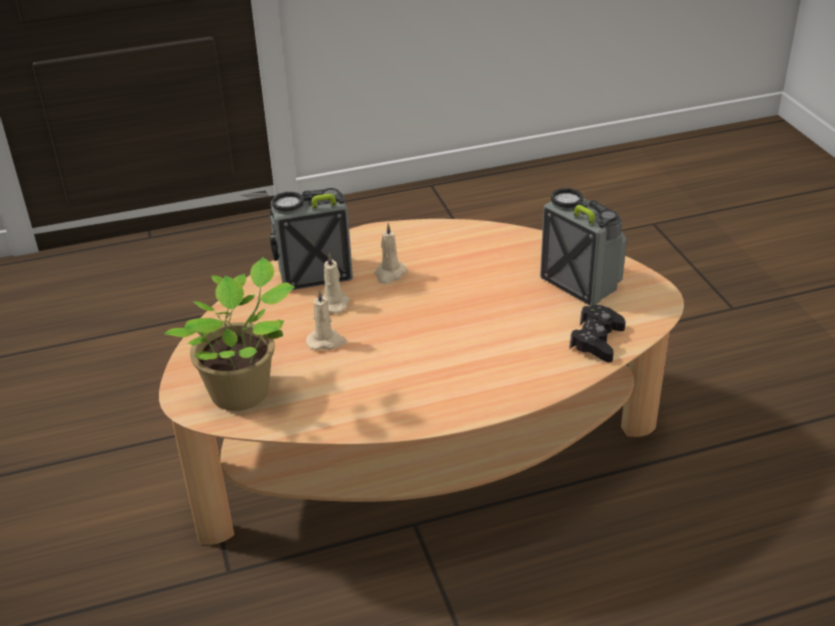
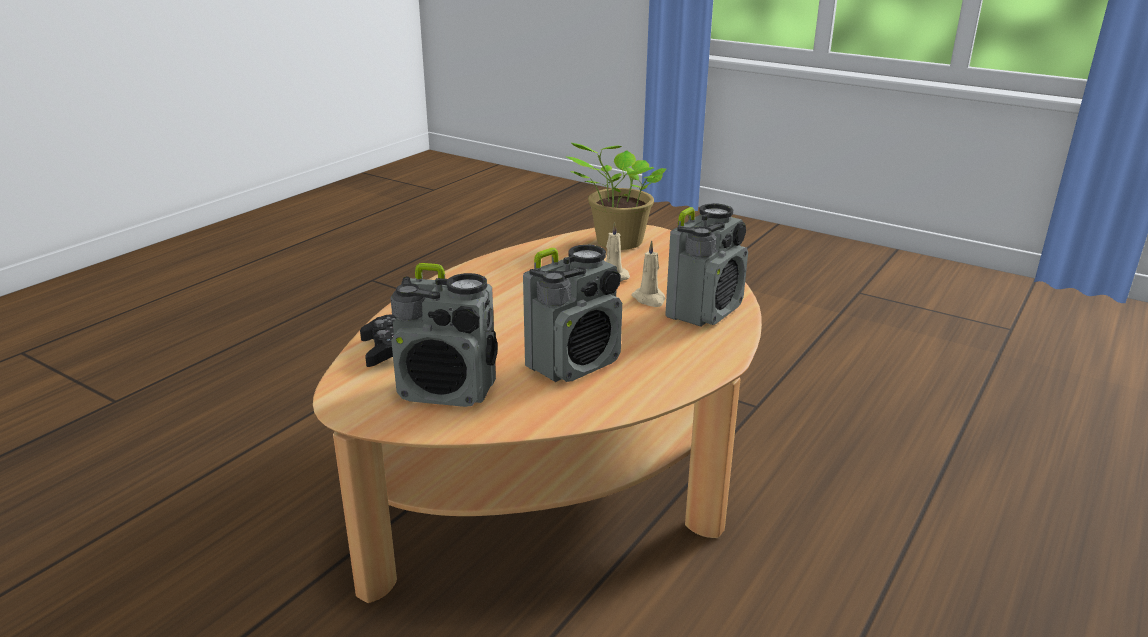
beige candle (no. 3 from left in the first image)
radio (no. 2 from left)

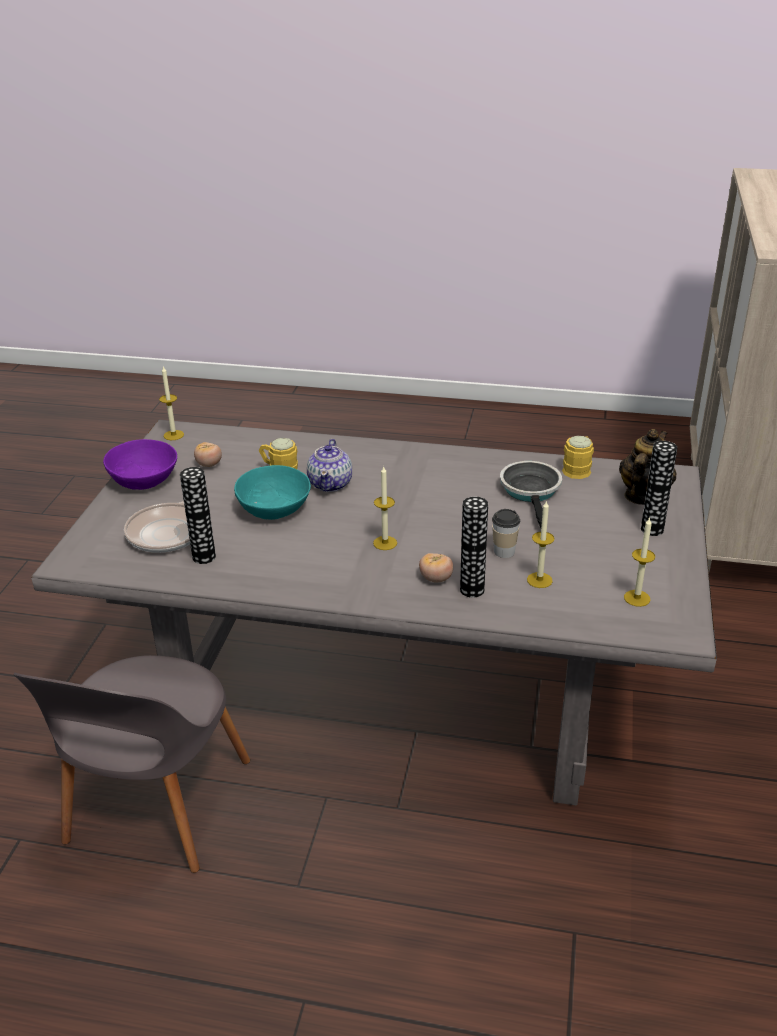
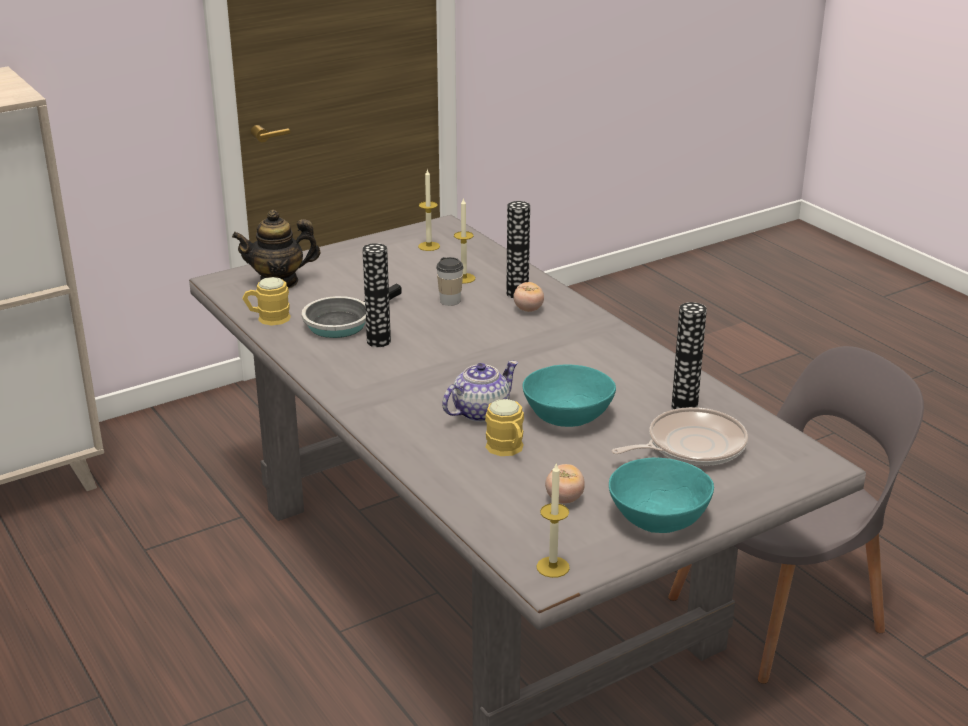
candle (no. 2 from left in the first image)
vase (no. 1 from left)
turquoise bowl (no. 2 from left)

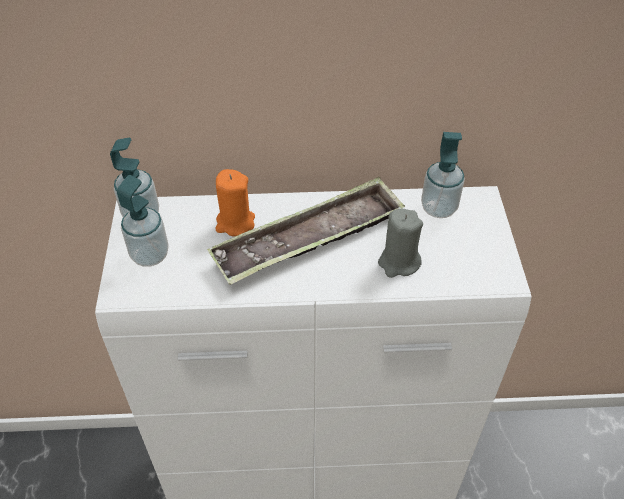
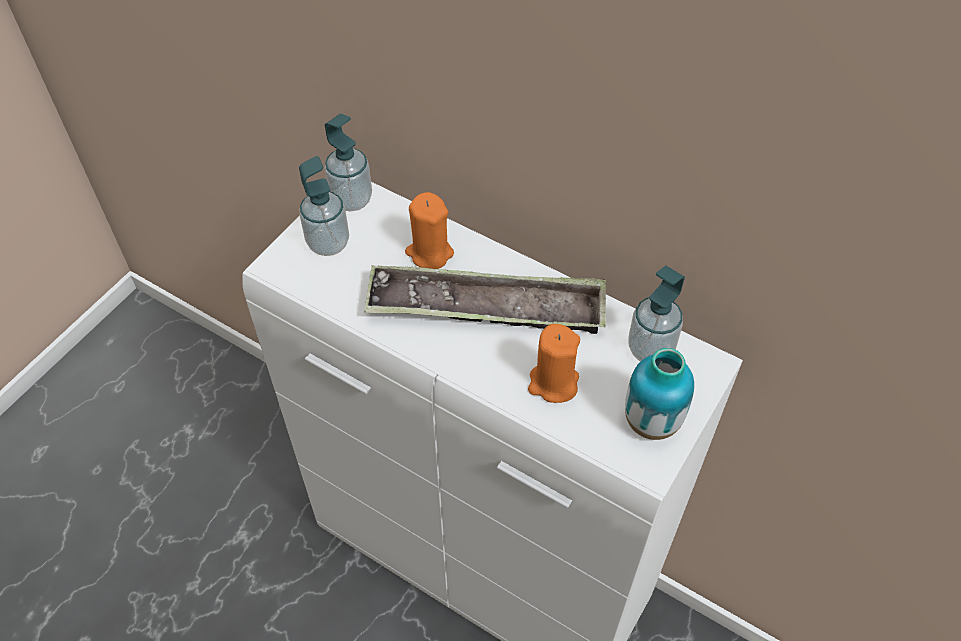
vase
orange candle (no. 2 from left)

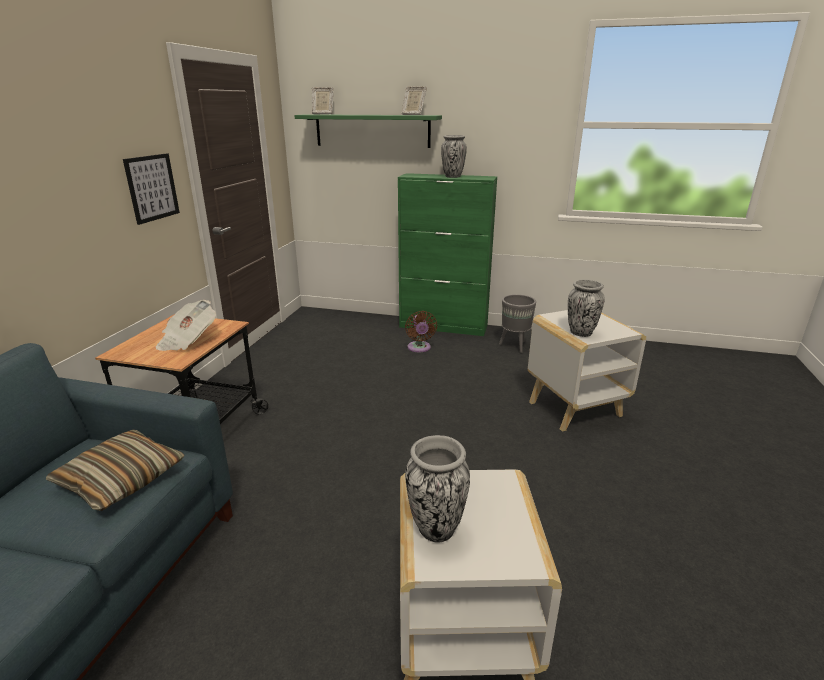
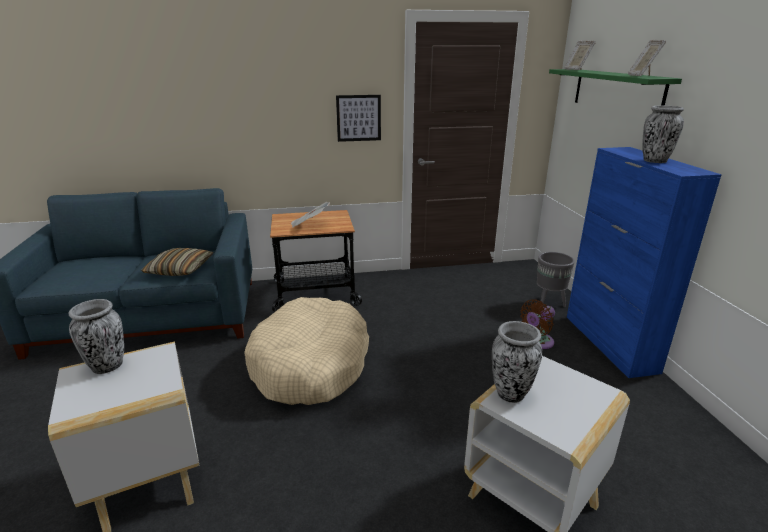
beige dog bed
grey planter
blue cabinet

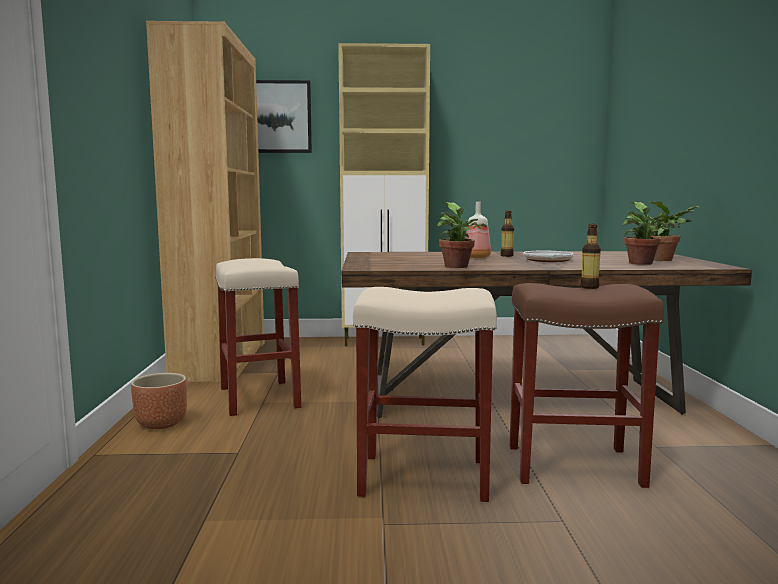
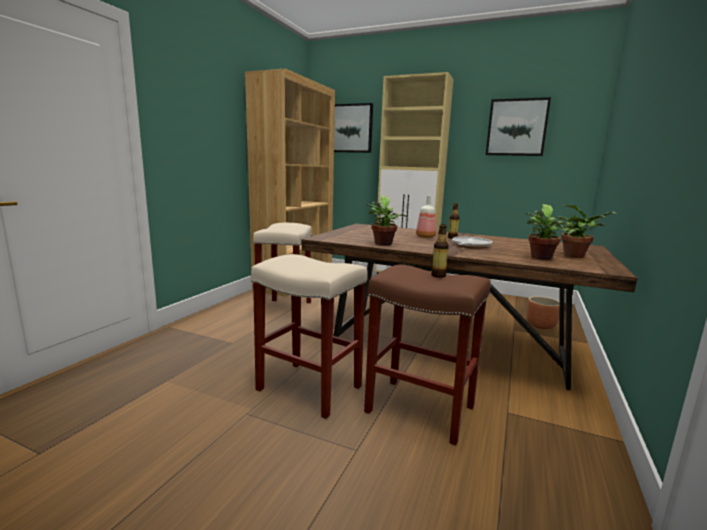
picture (no. 2 from left)
brown planter

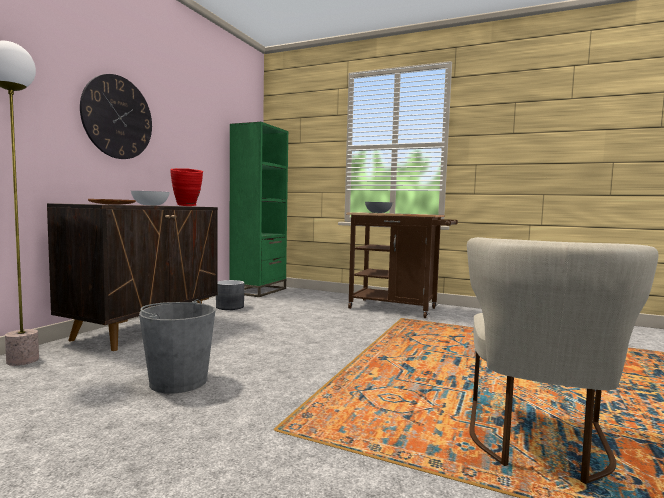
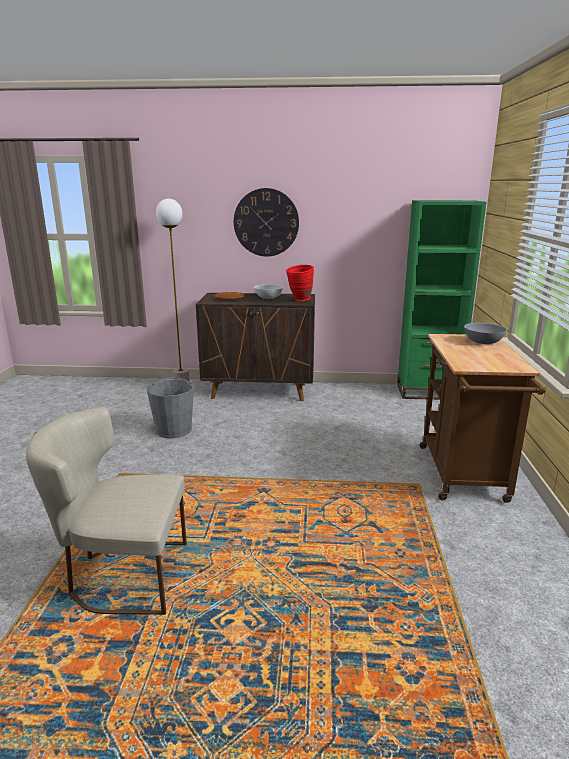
grey planter

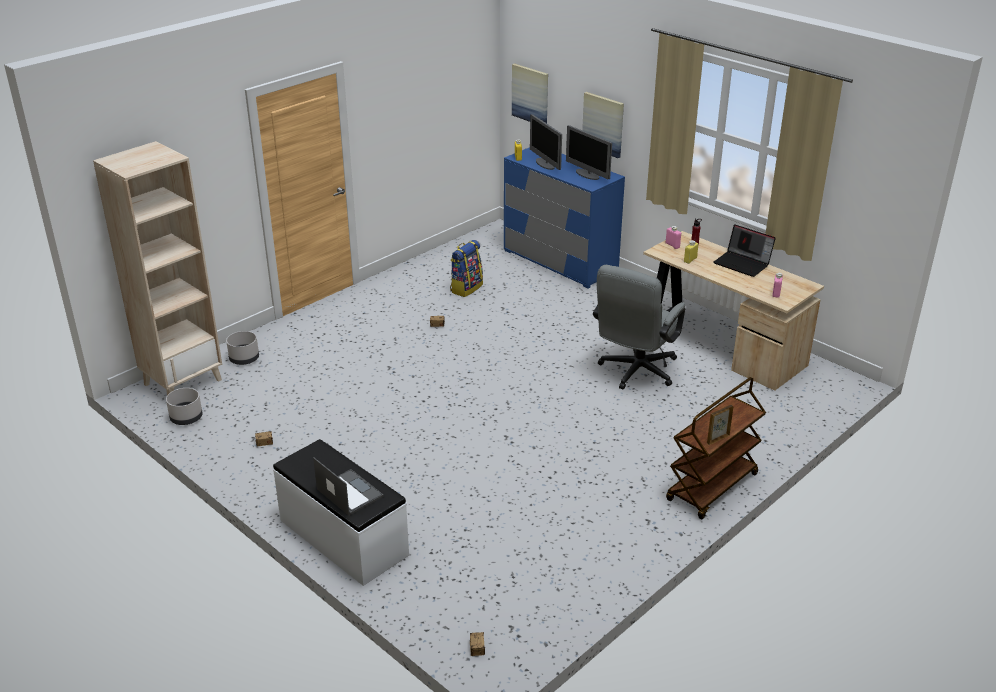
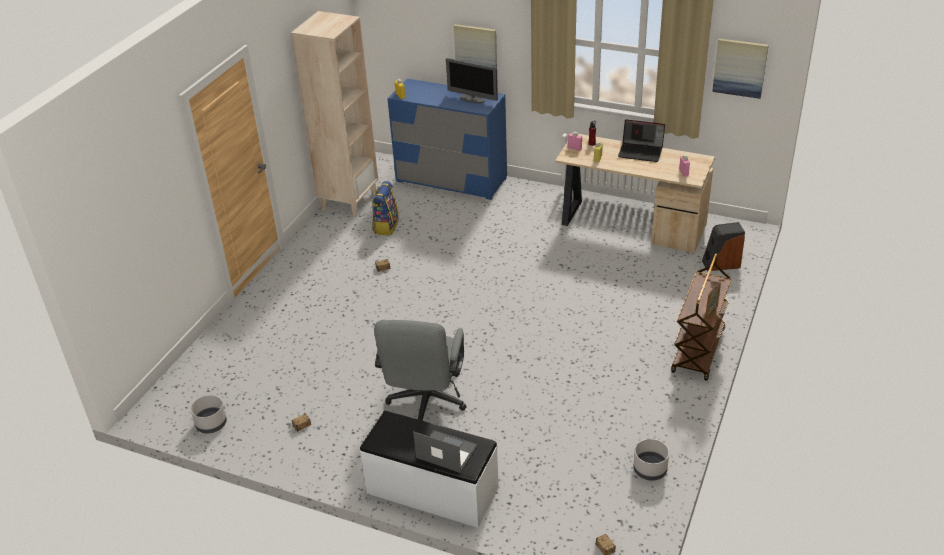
monitor (no. 1 from left in the first image)
speaker
beige bookcase
grey planter (no. 2 from left)
picture (no. 2 from left)
grey office chair

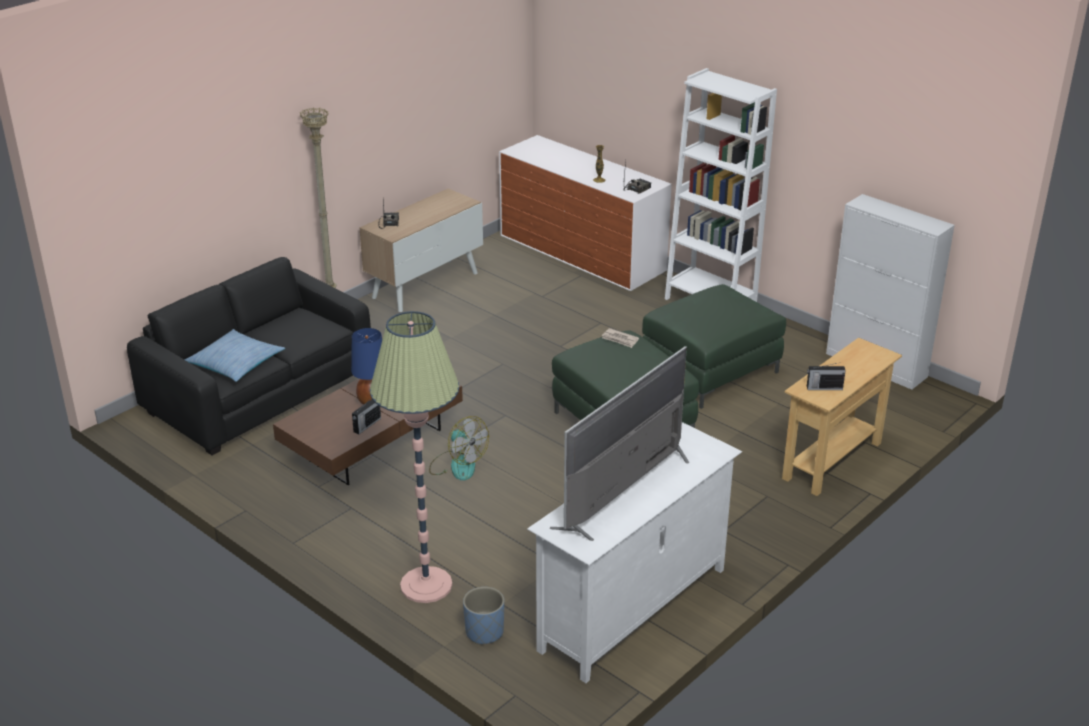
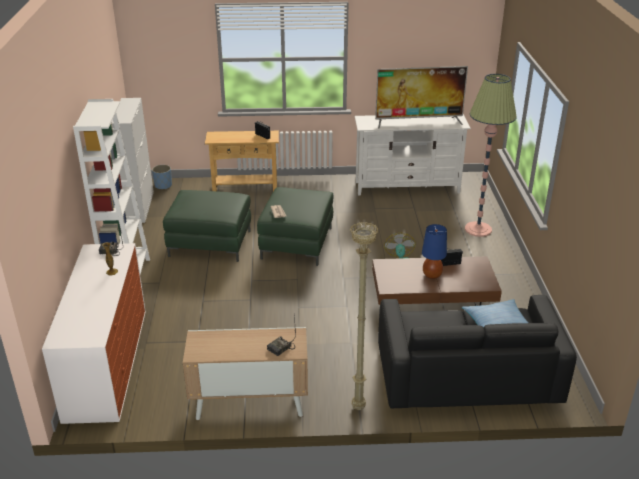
blue planter

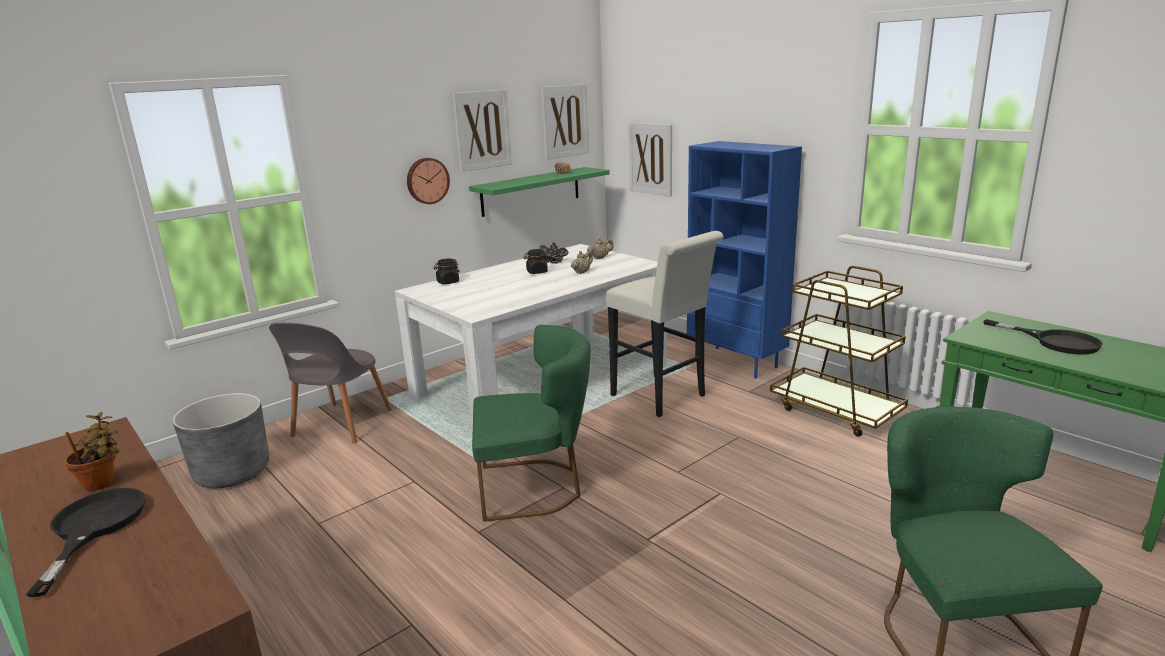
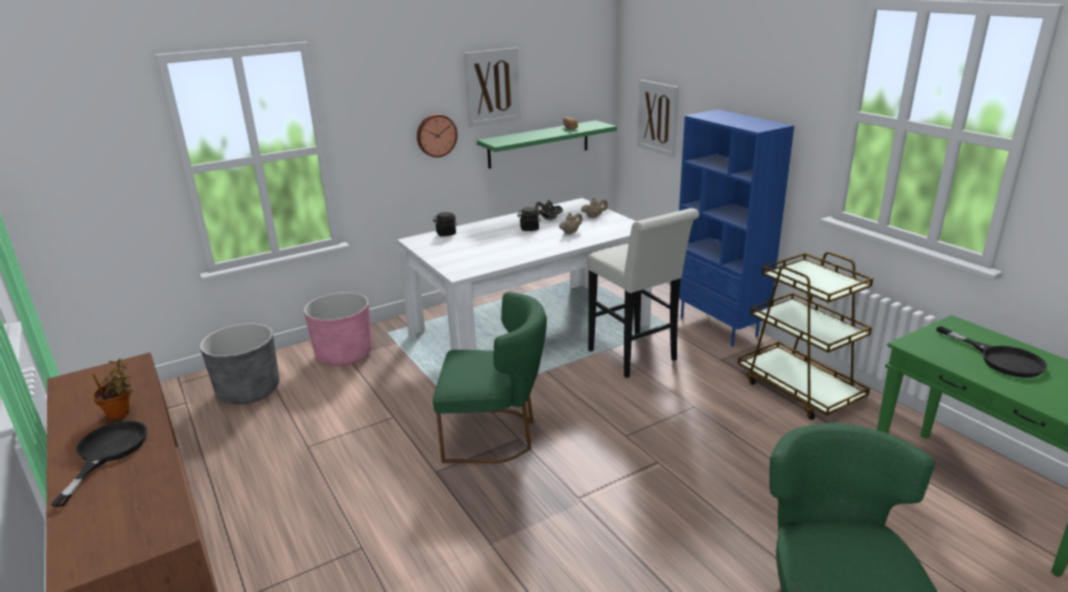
picture (no. 2 from left in the first image)
pink planter

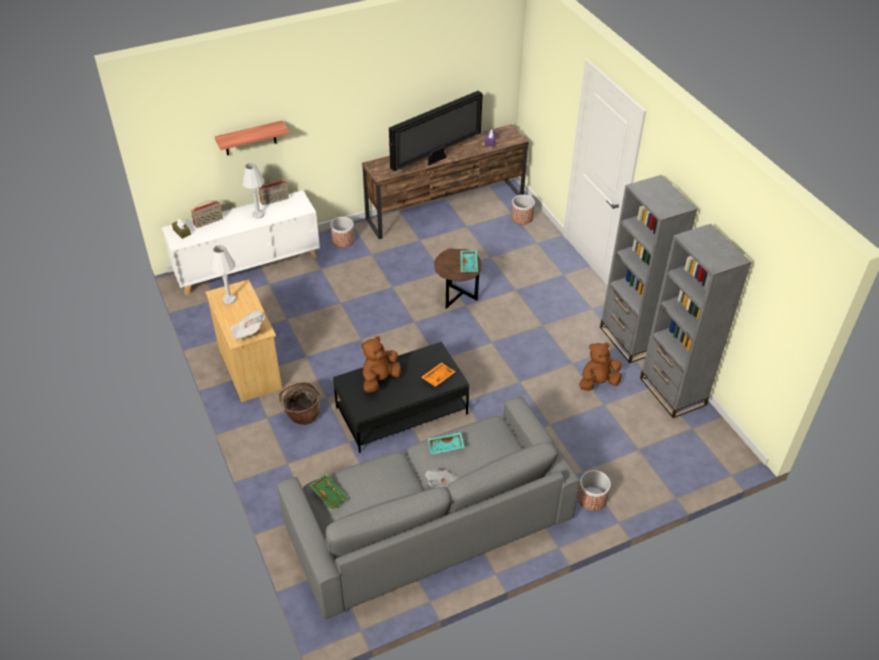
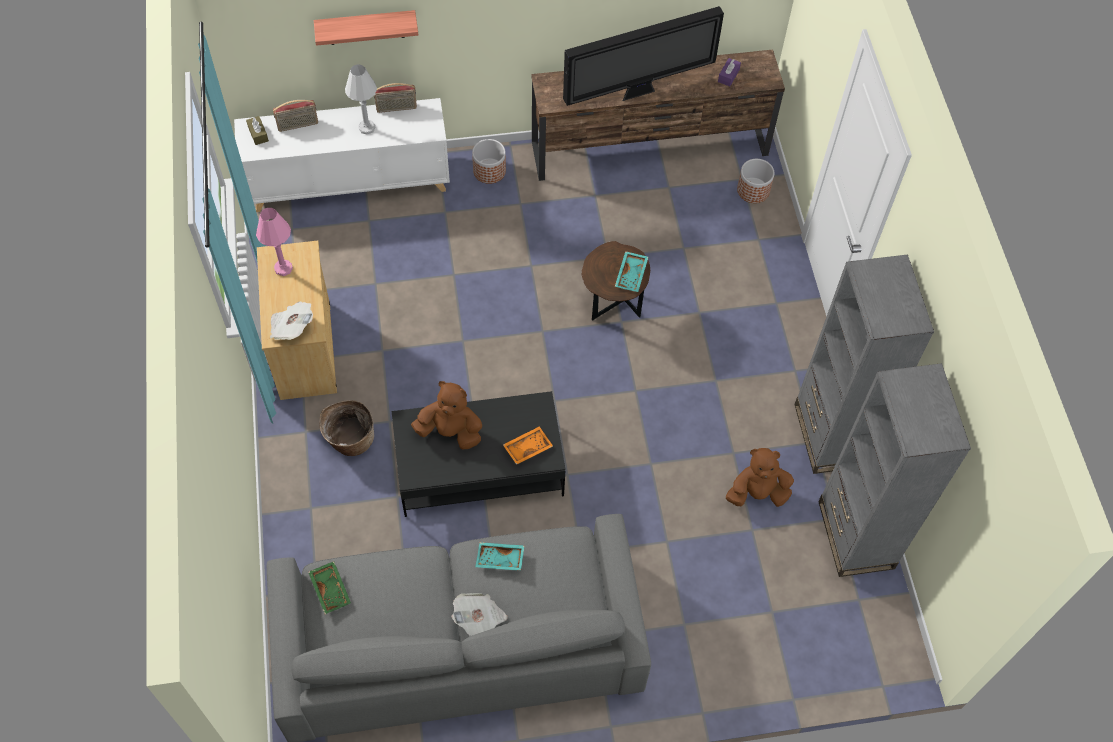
planter (no. 3 from left in the first image)
pink table lamp
brown plush toy (no. 1 from left)

